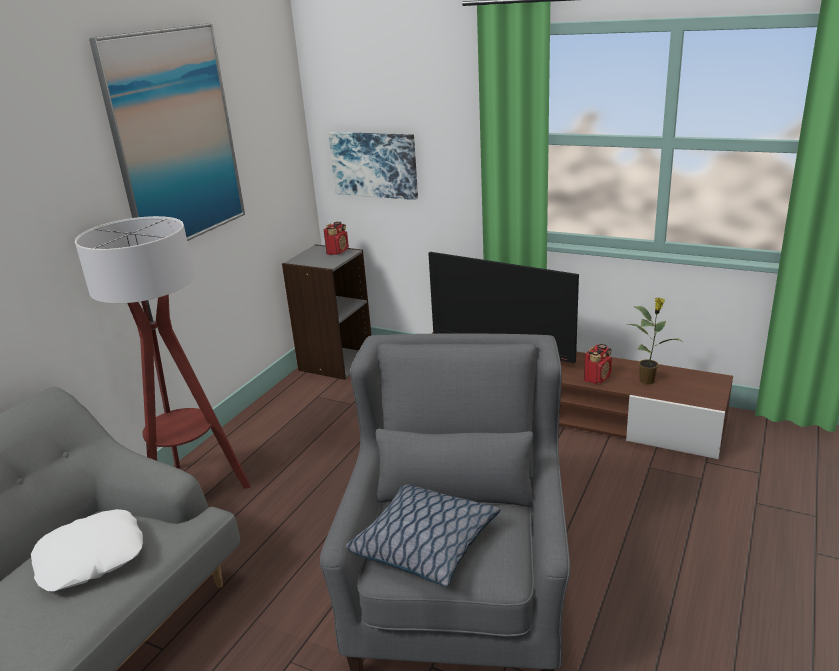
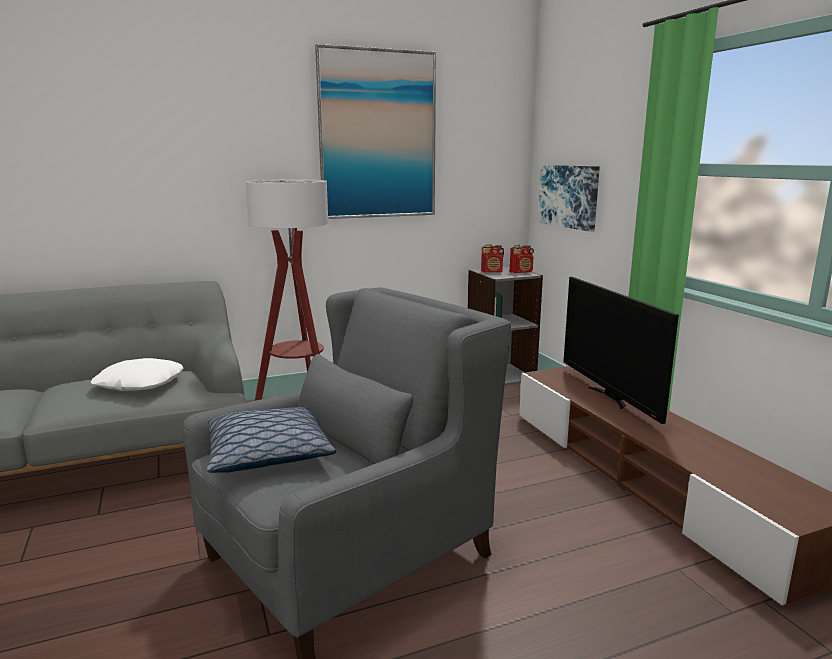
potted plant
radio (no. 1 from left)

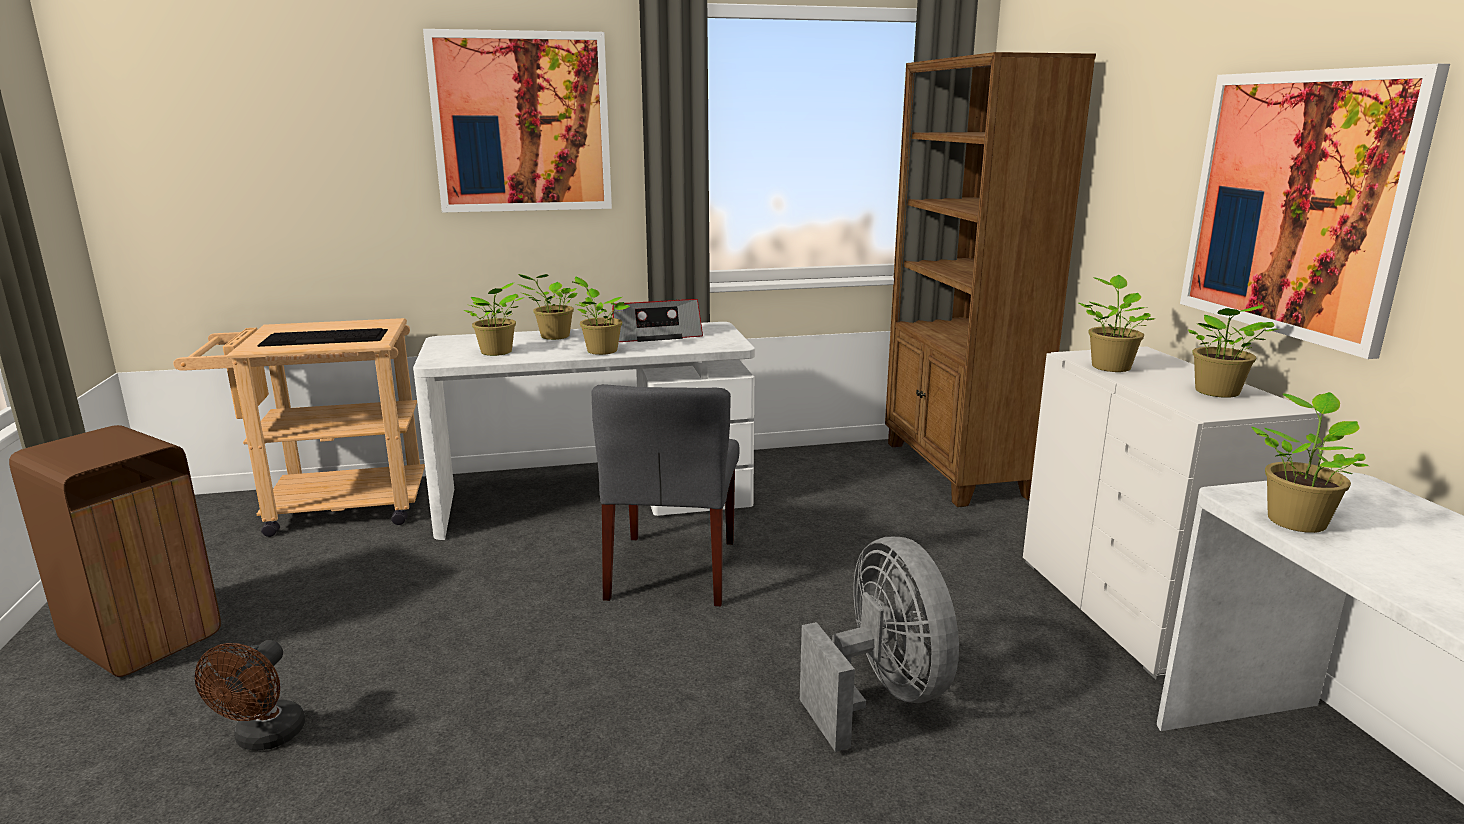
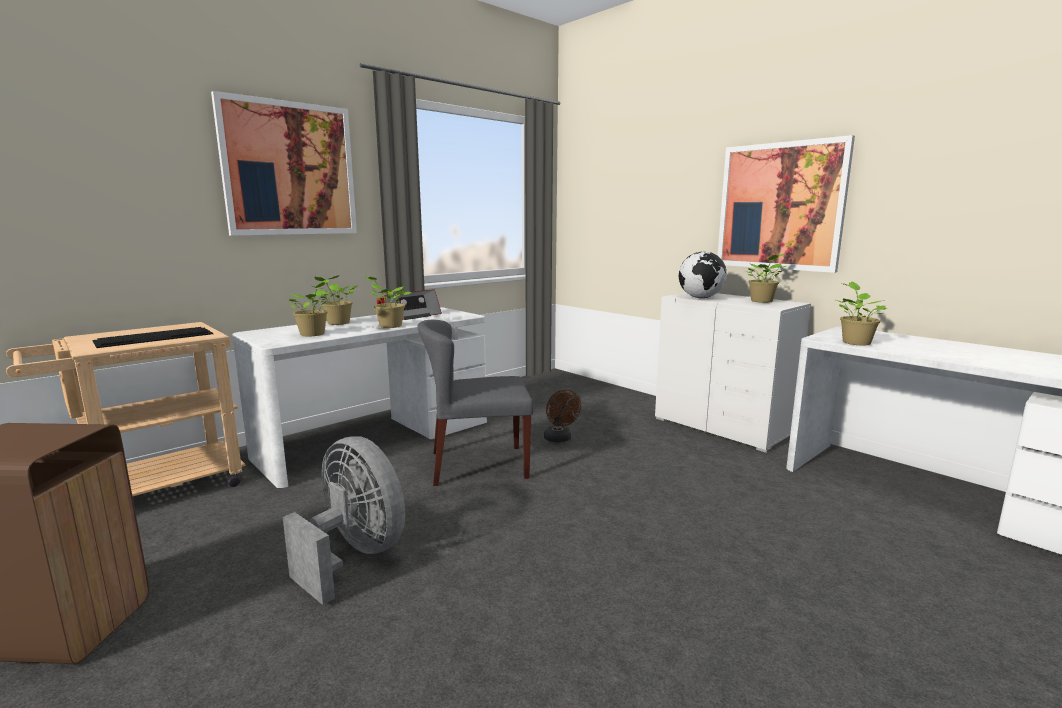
brown bookcase
brown fan
grey fan
globe
grey chair

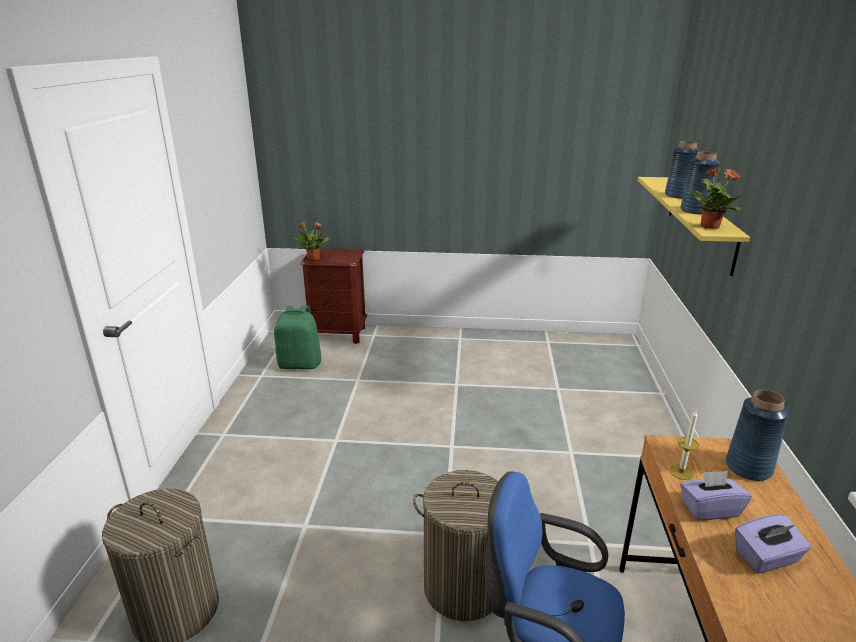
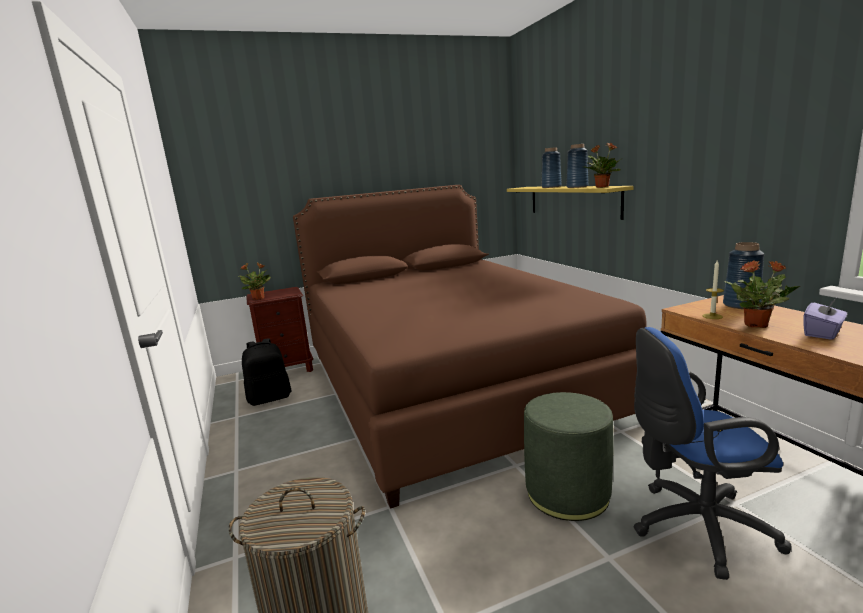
brown bed
green ottoman
potted plant (no. 3 from left)
black backpack

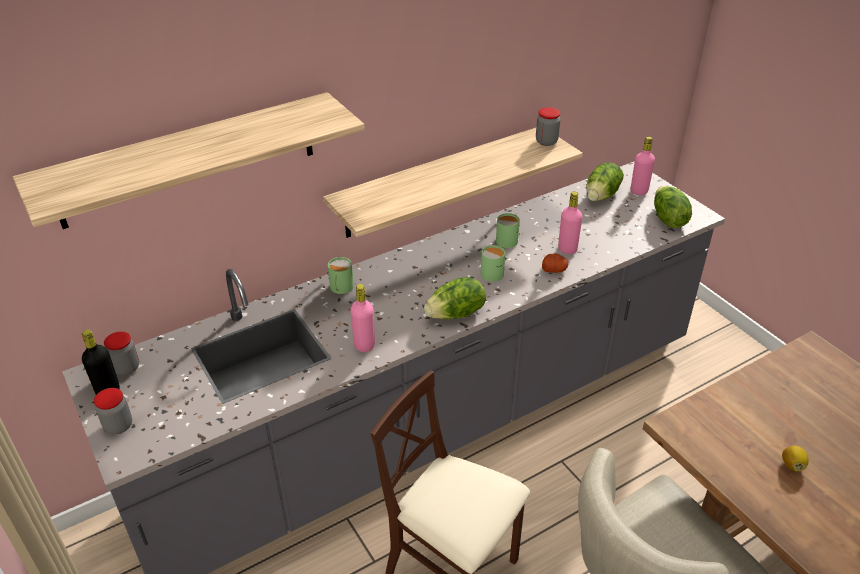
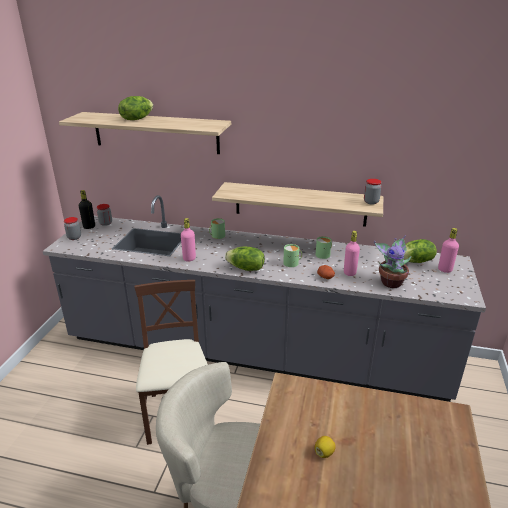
potted plant
lettuce (no. 1 from left)

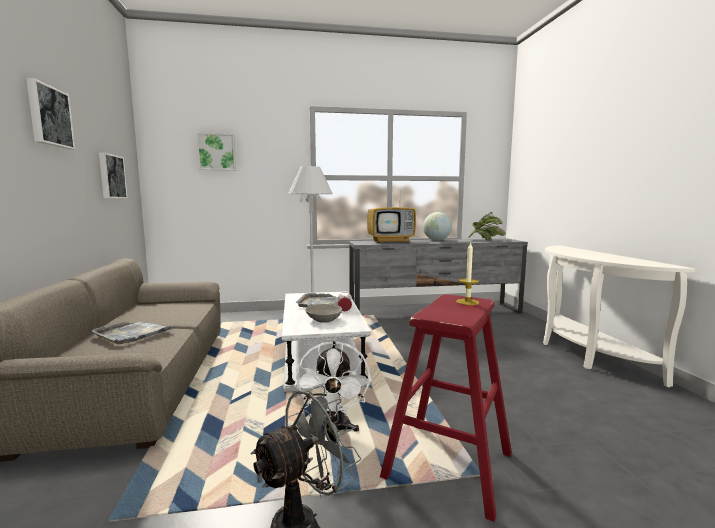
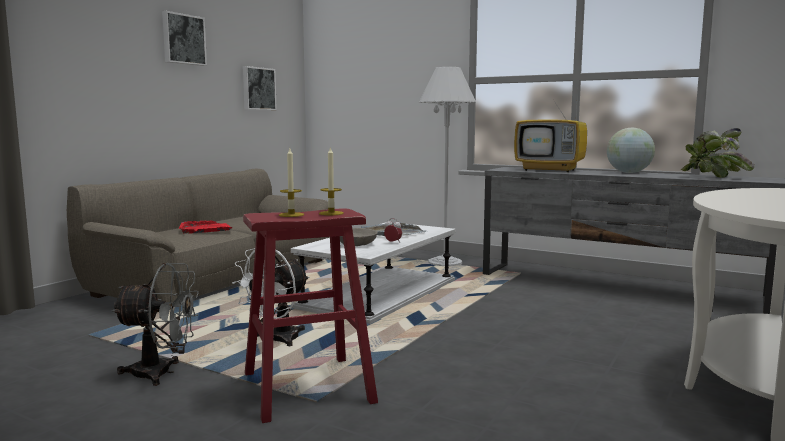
picture (no. 3 from left in the first image)
candle (no. 1 from left)
red tray

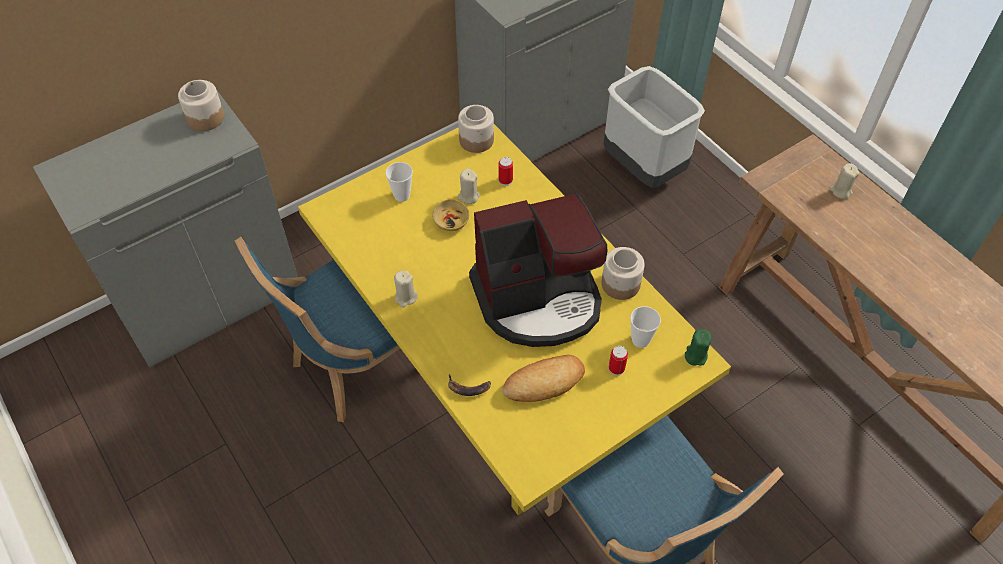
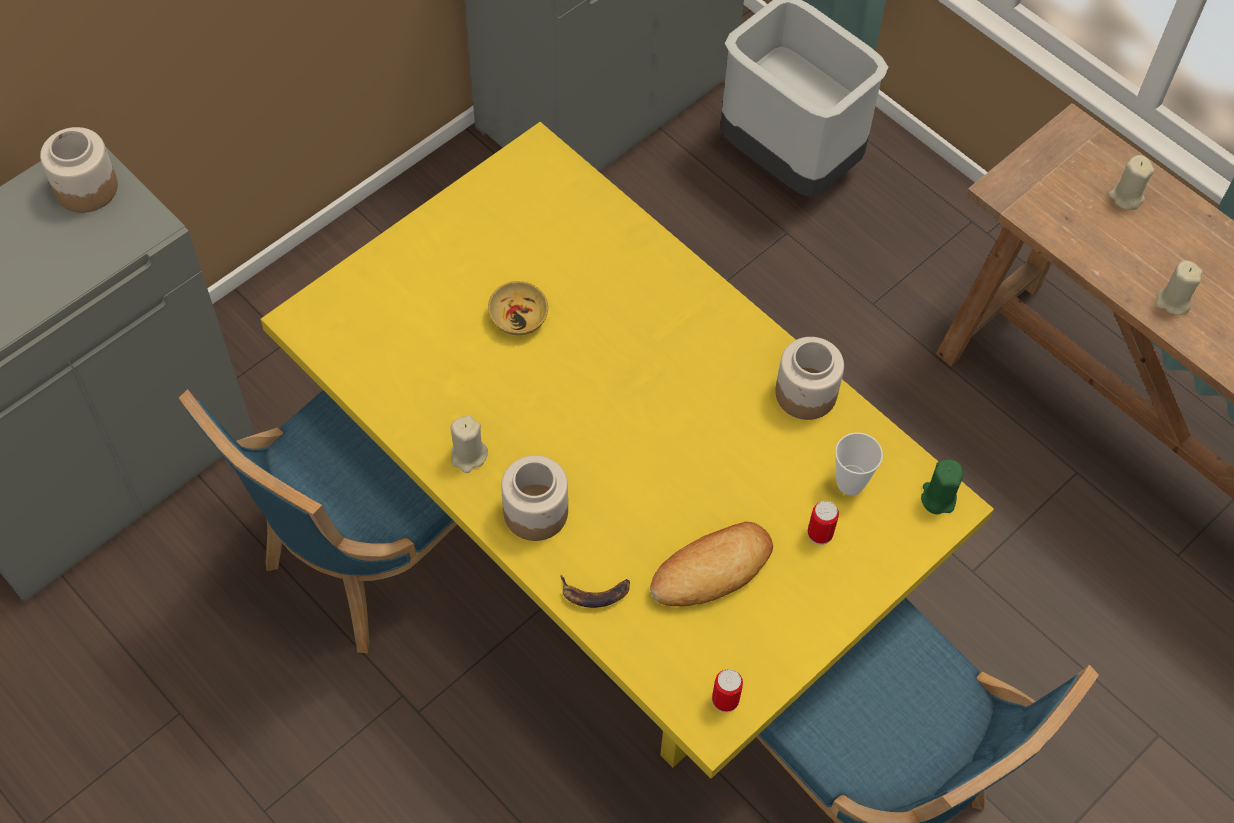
cup (no. 1 from left in the first image)
coffee machine
beige candle (no. 3 from left)
jar (no. 2 from left)
can (no. 1 from left)

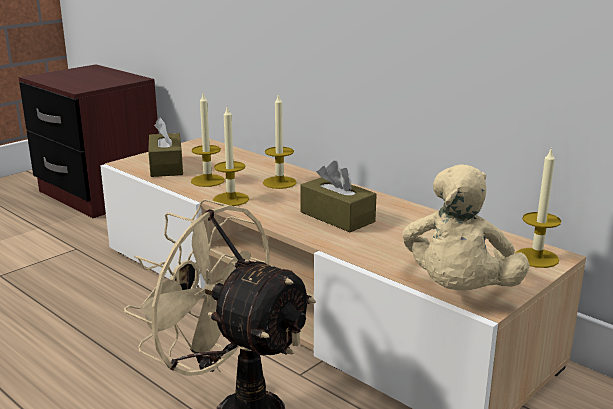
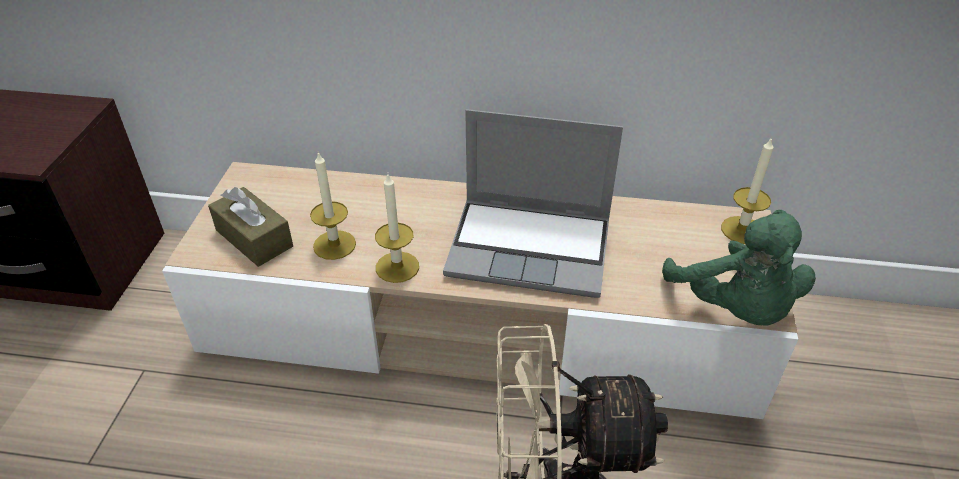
candle (no. 3 from left in the first image)
laptop
green plush toy

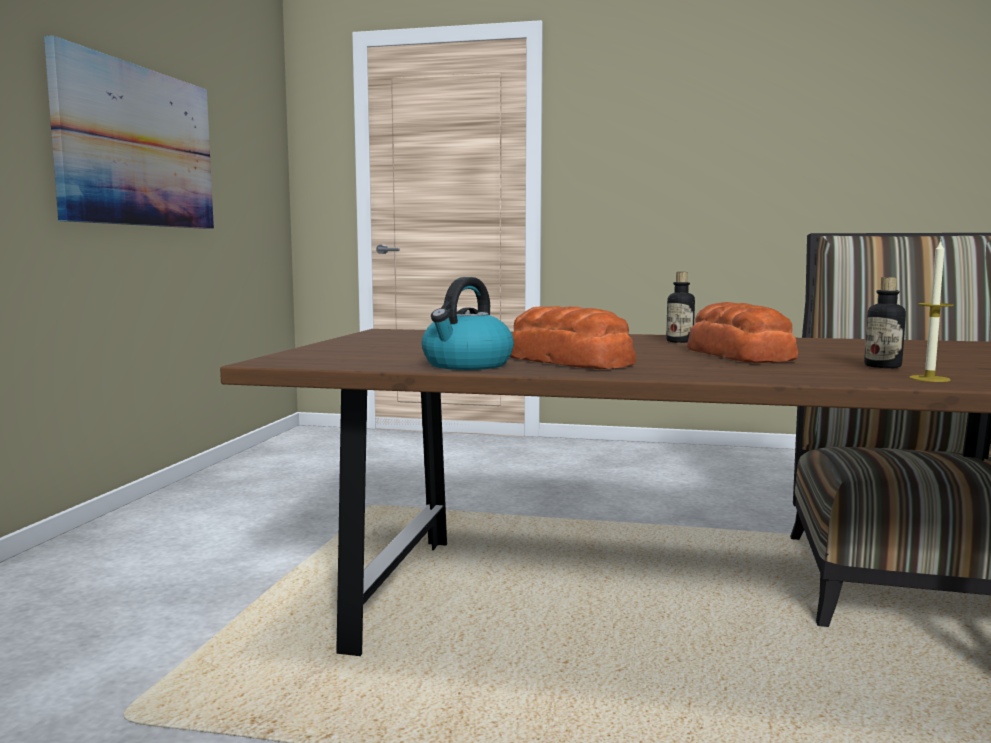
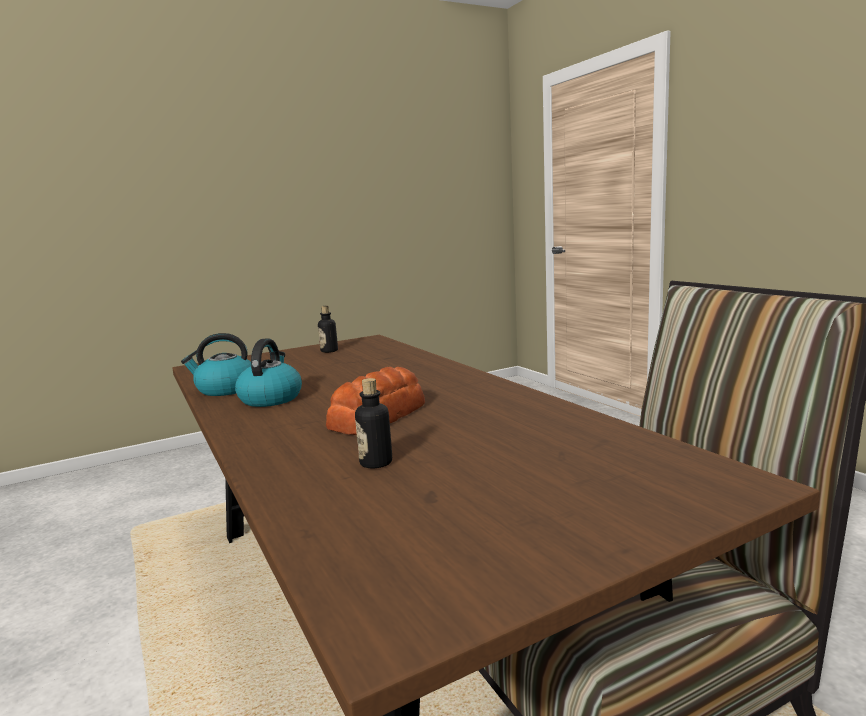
picture
candle
bottle (no. 1 from left)
kettle (no. 2 from left)

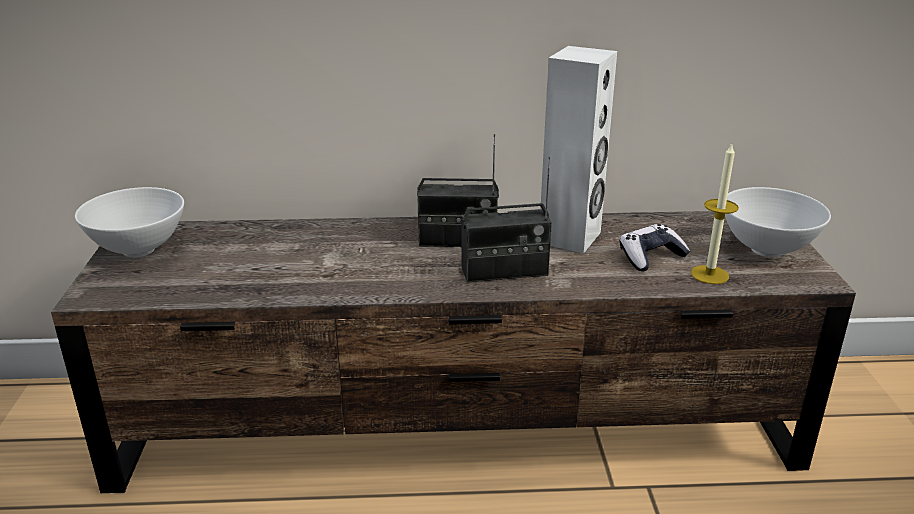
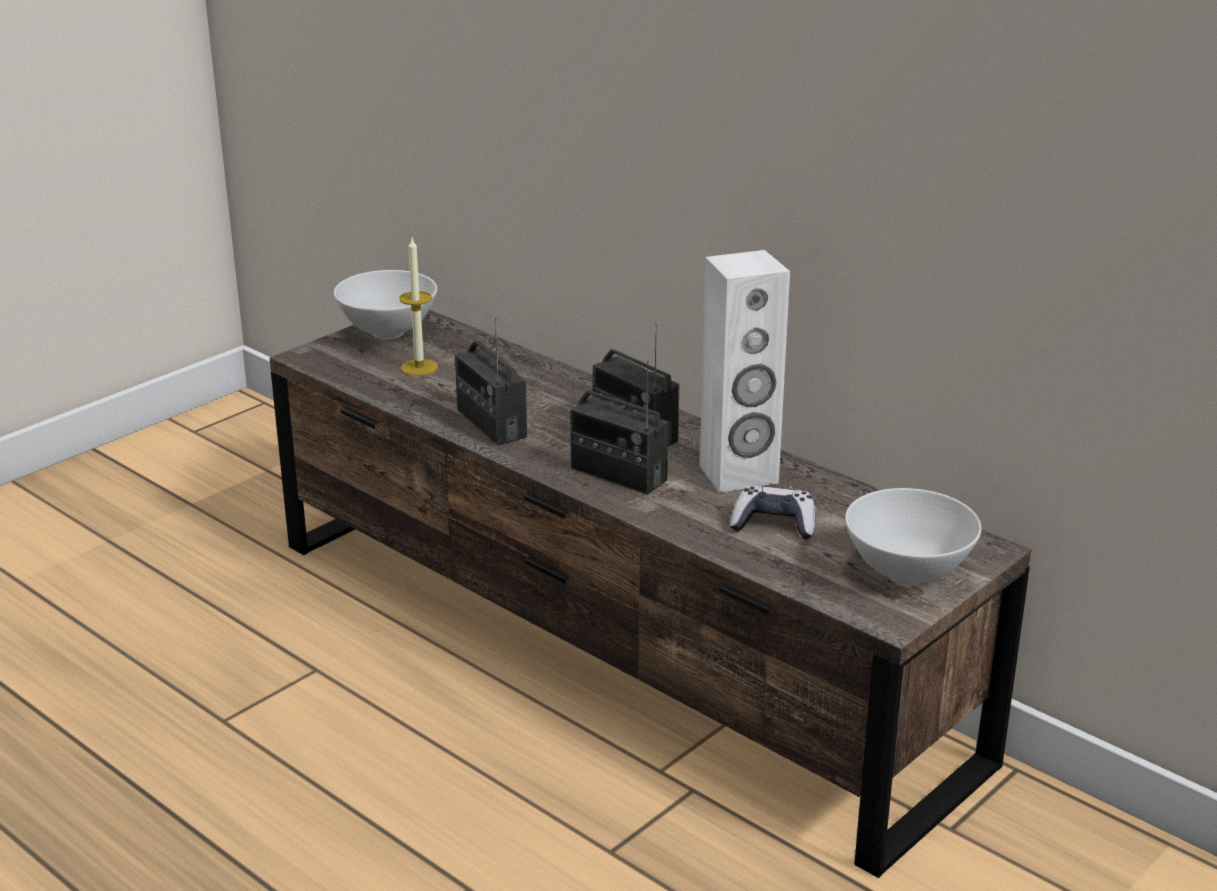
radio (no. 1 from left)
candle

